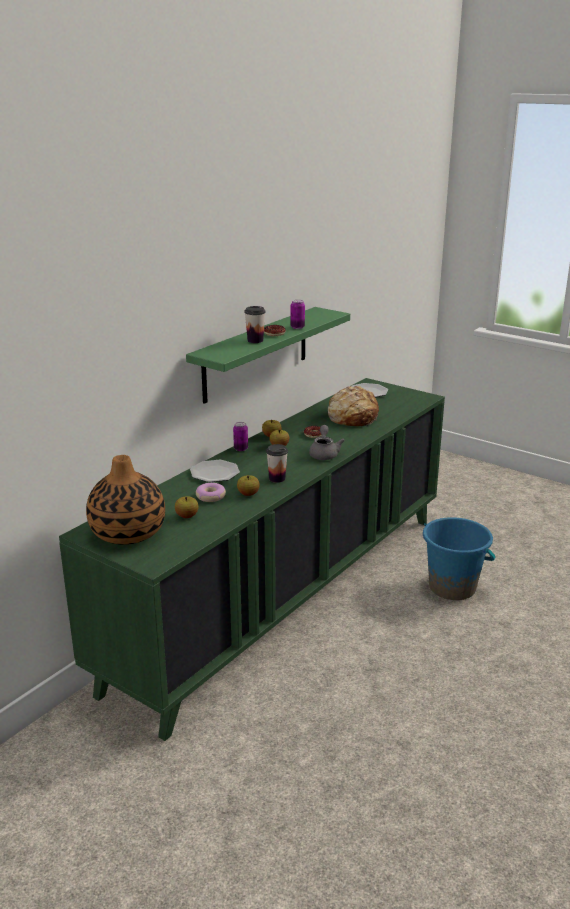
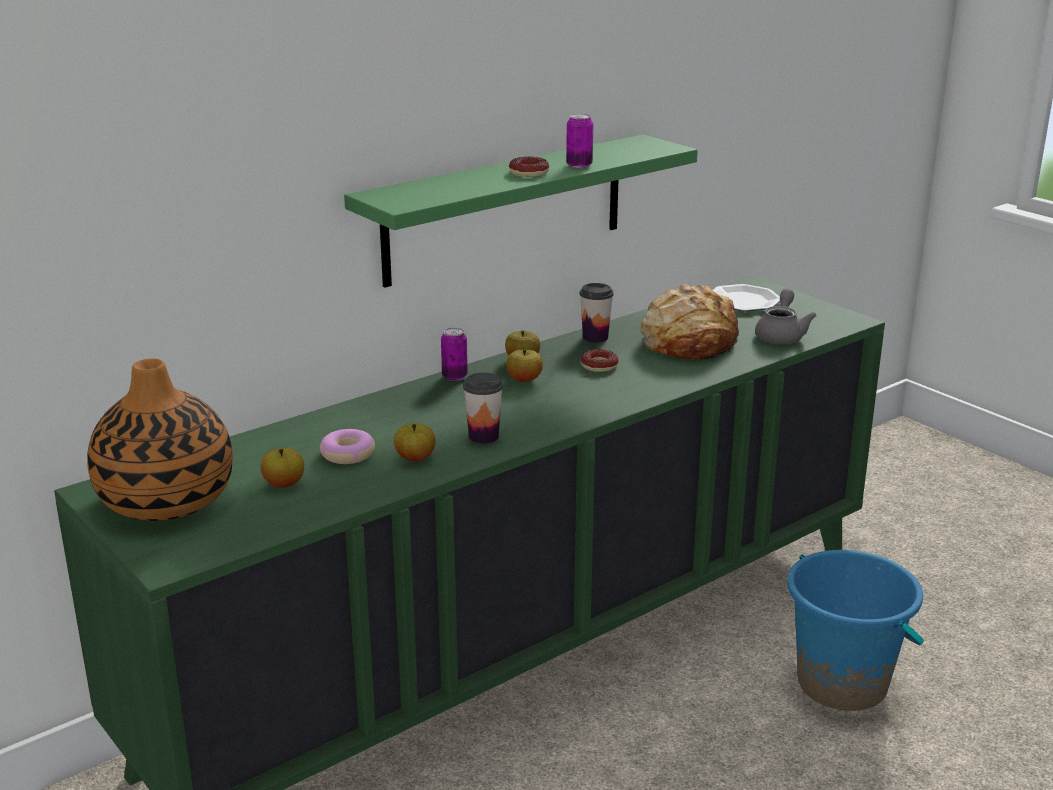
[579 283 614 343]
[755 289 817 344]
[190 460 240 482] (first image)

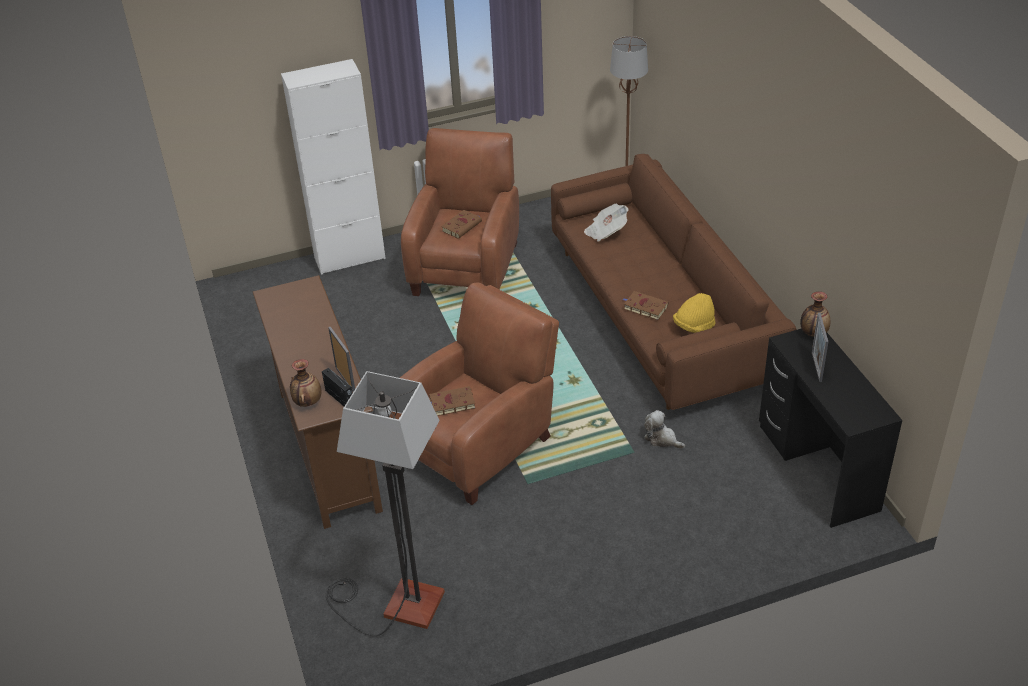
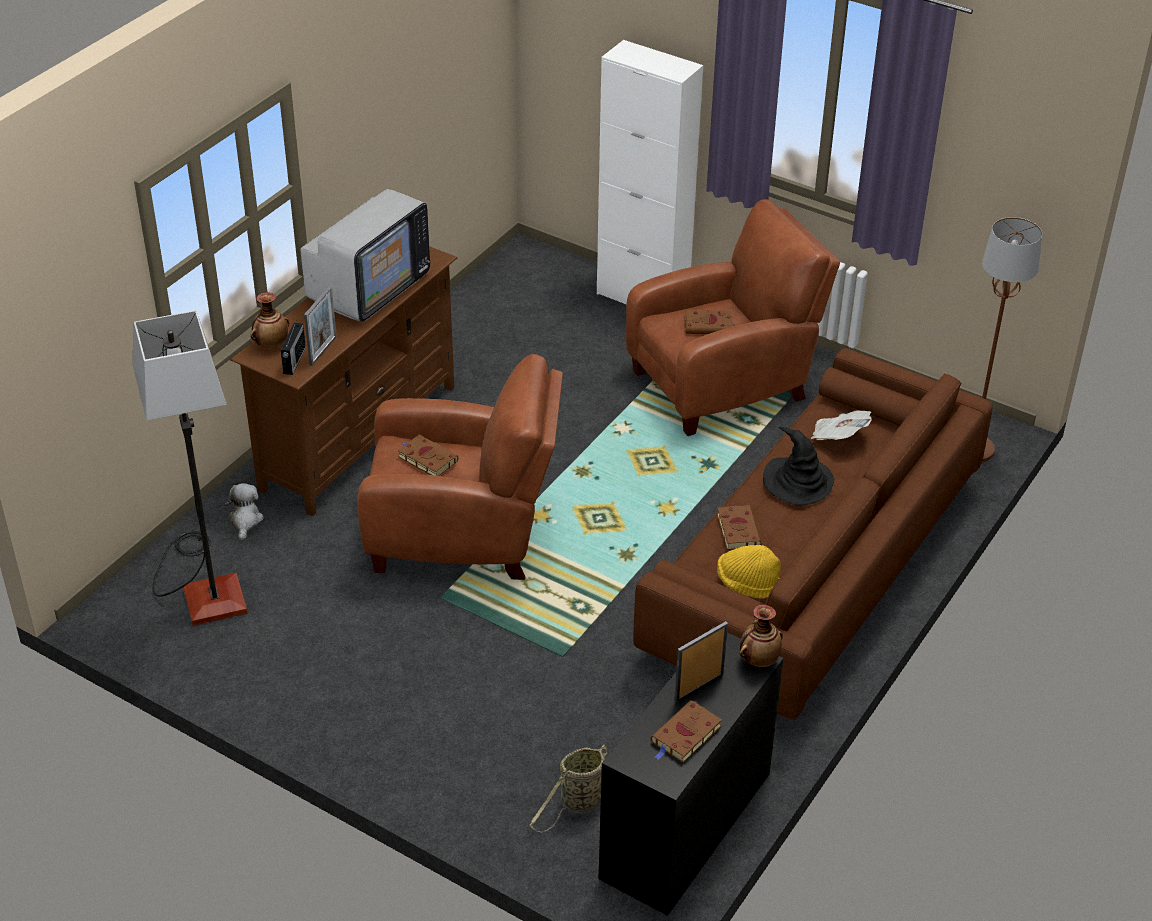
[224 483 264 541]
[301 189 430 322]
[763 427 834 505]
[651 700 722 763]
[529 745 607 832]

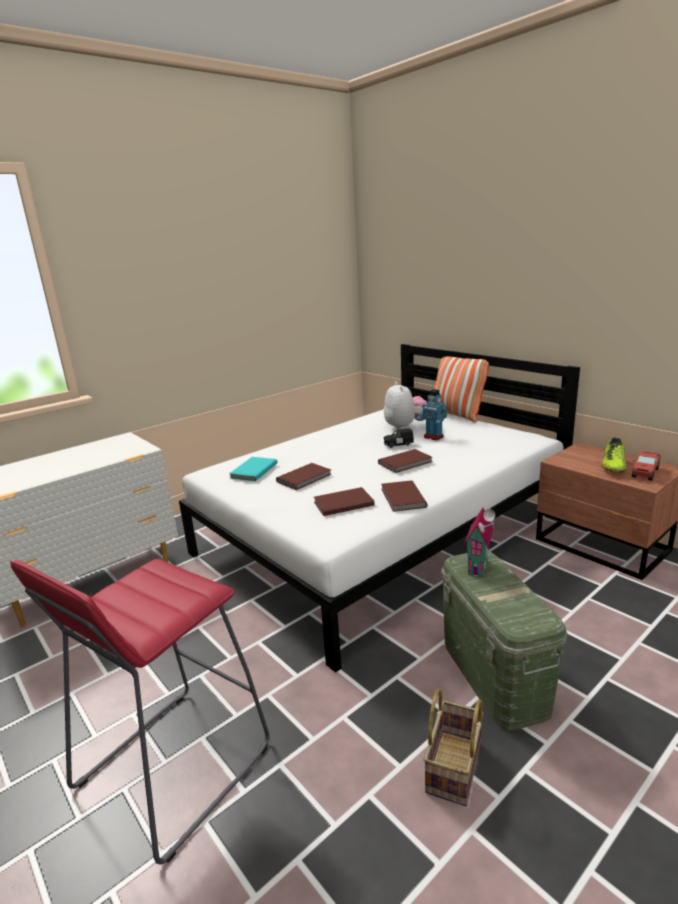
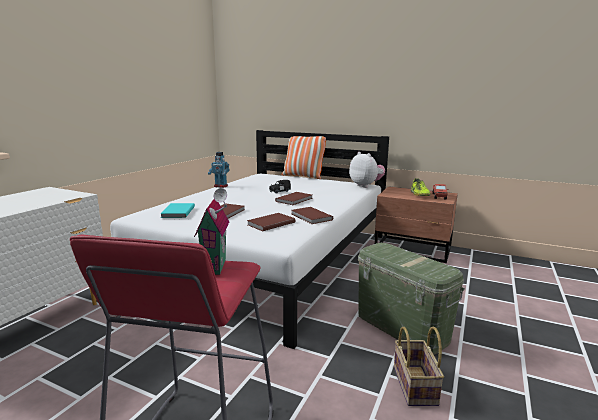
[349 152 385 188]
[208 152 229 188]
[194 188 229 275]

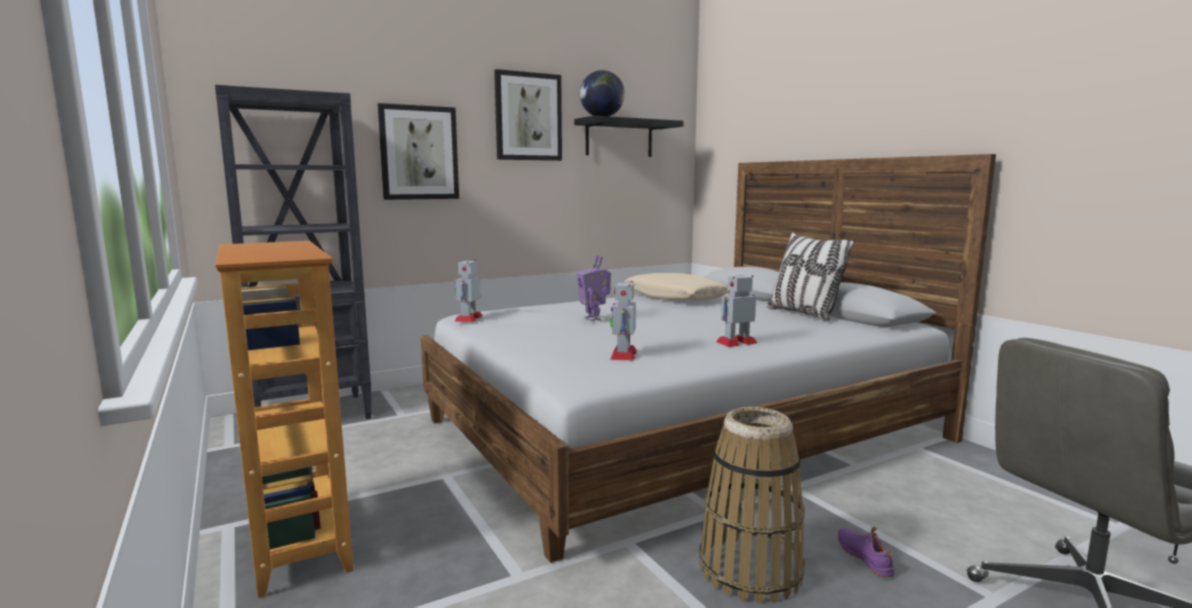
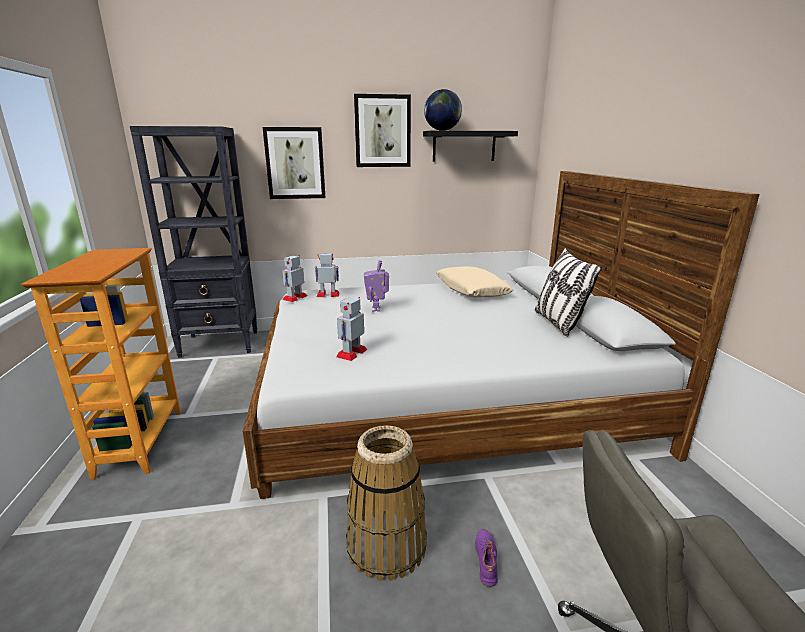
[315 253 339 297]

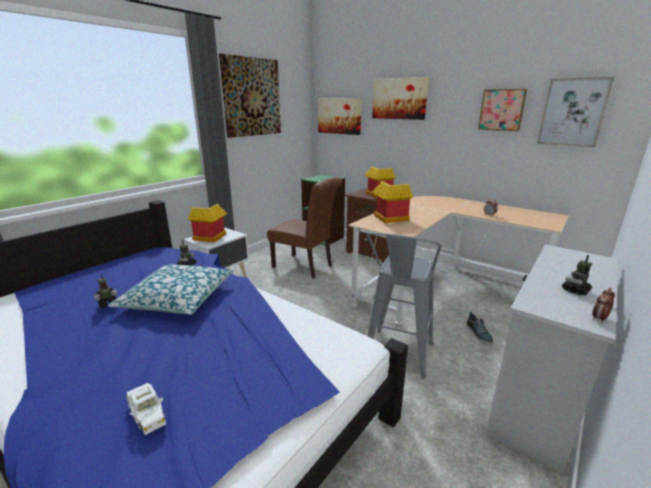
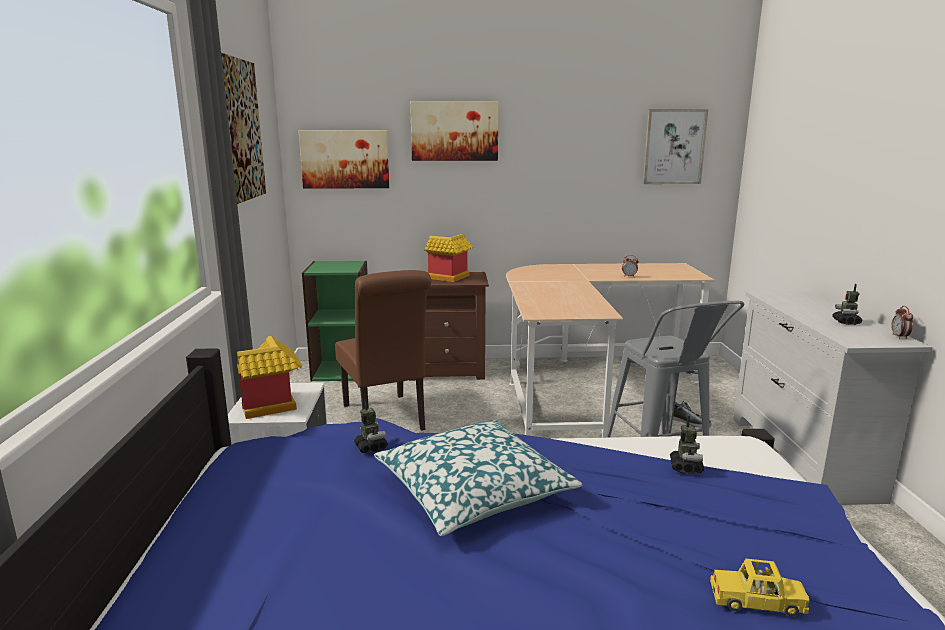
[478 89 527 131] (first image)
[335 270 431 431]
[372 181 413 223] (first image)
[670 416 704 474]
[710 559 810 617]

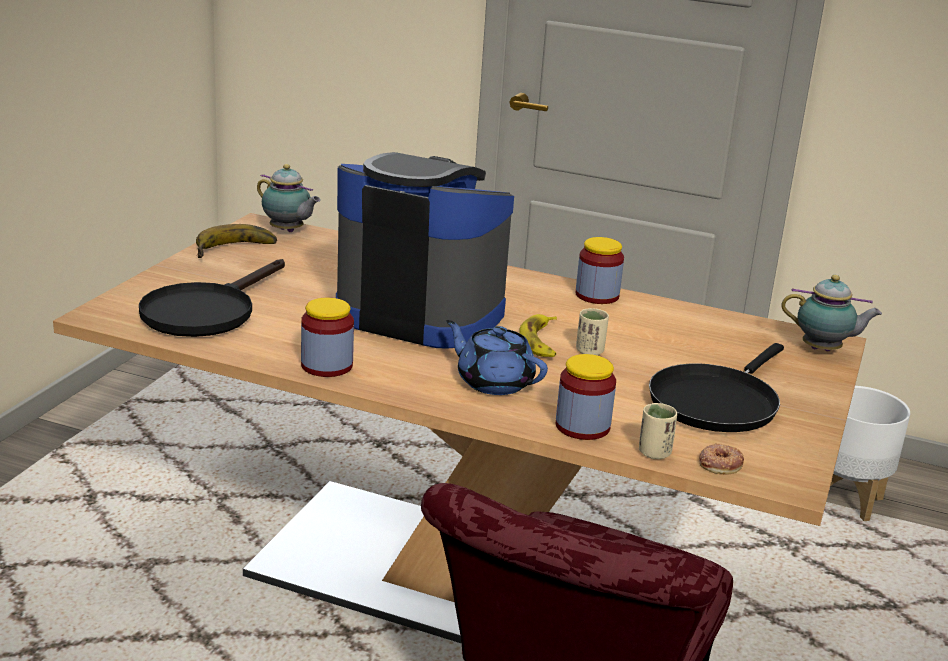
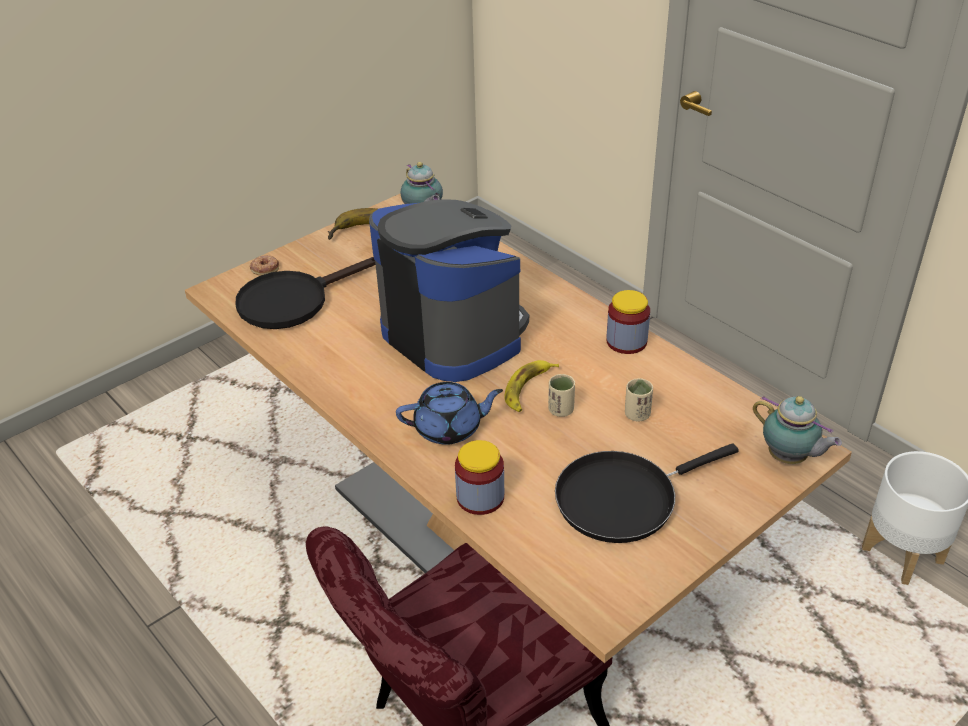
[301 298 354 377] (first image)
[396 382 503 445]
[625 378 653 421]
[249 255 279 276]

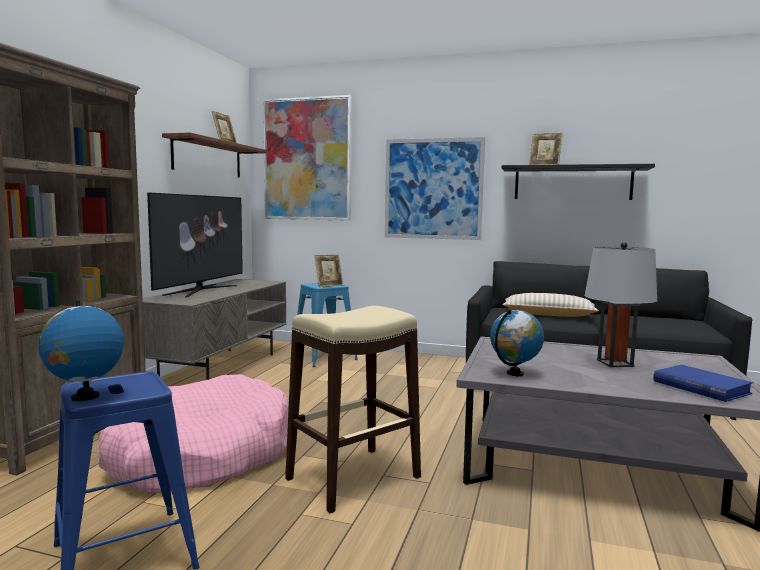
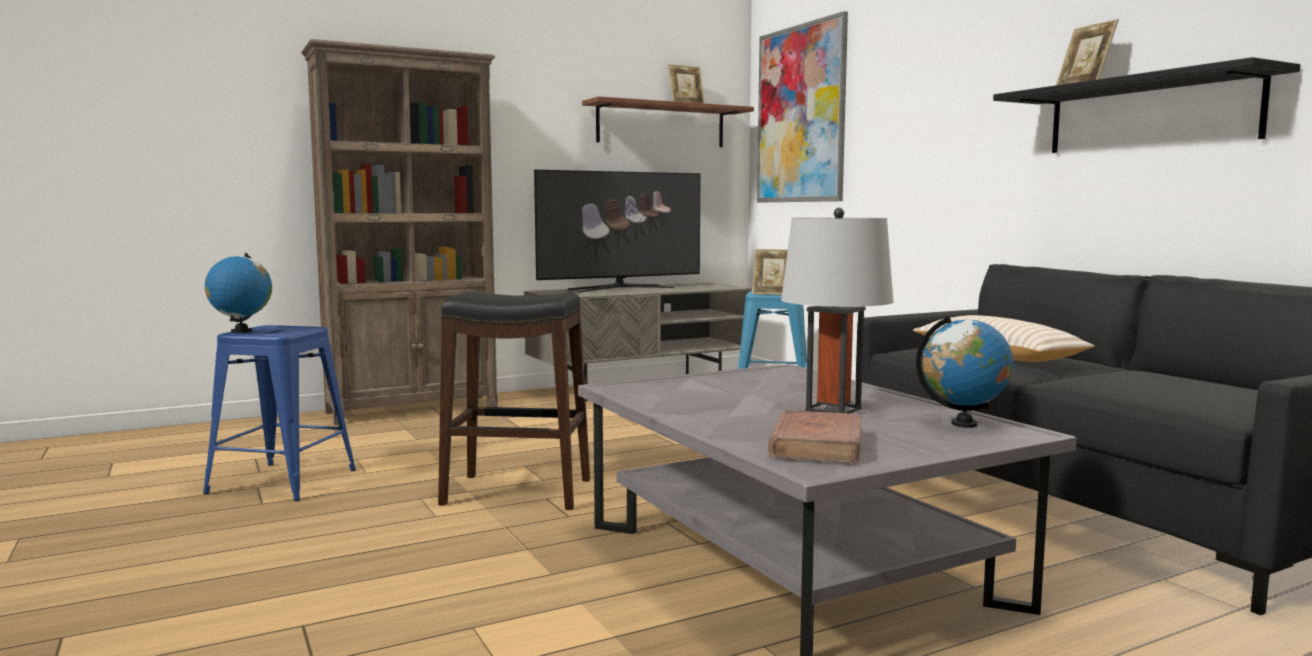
[385 137 485 240] (first image)
[438 292 590 510]
[916 316 1013 428]
[768 410 863 463]
[98 374 289 493] (first image)

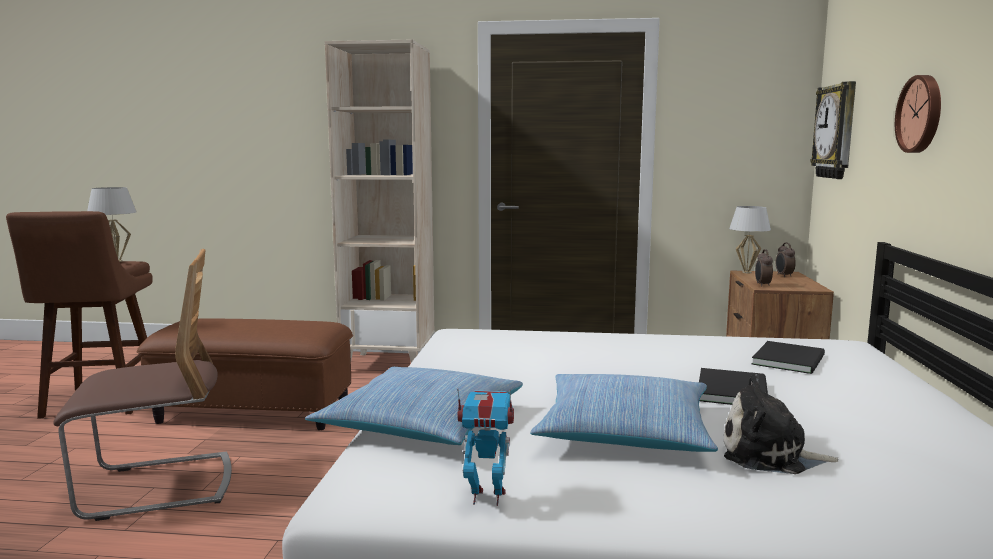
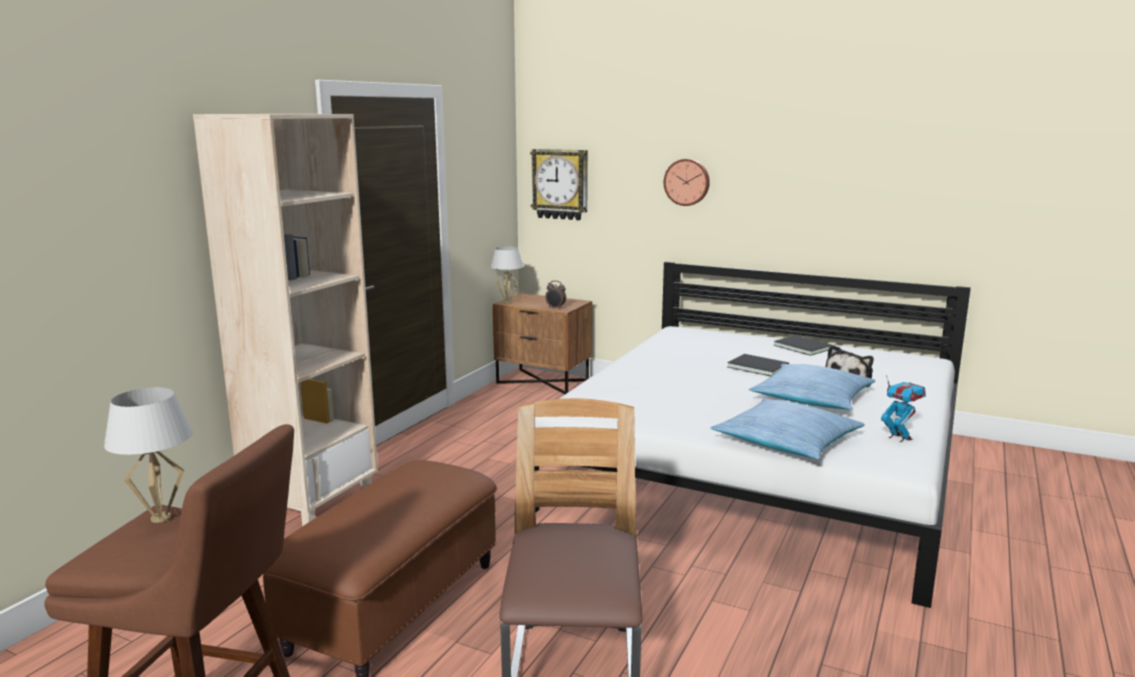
[776 242 796 277] (first image)
[774 335 831 356]
[881 375 926 442]

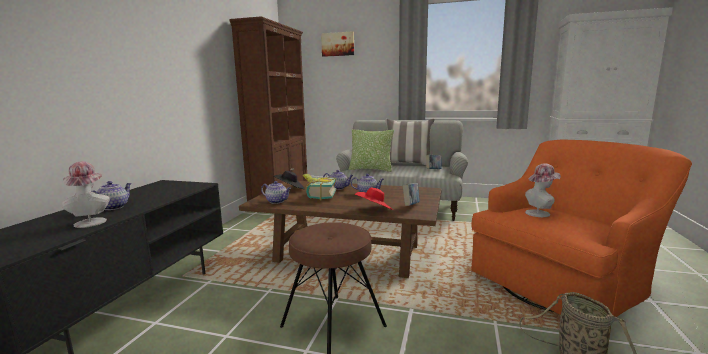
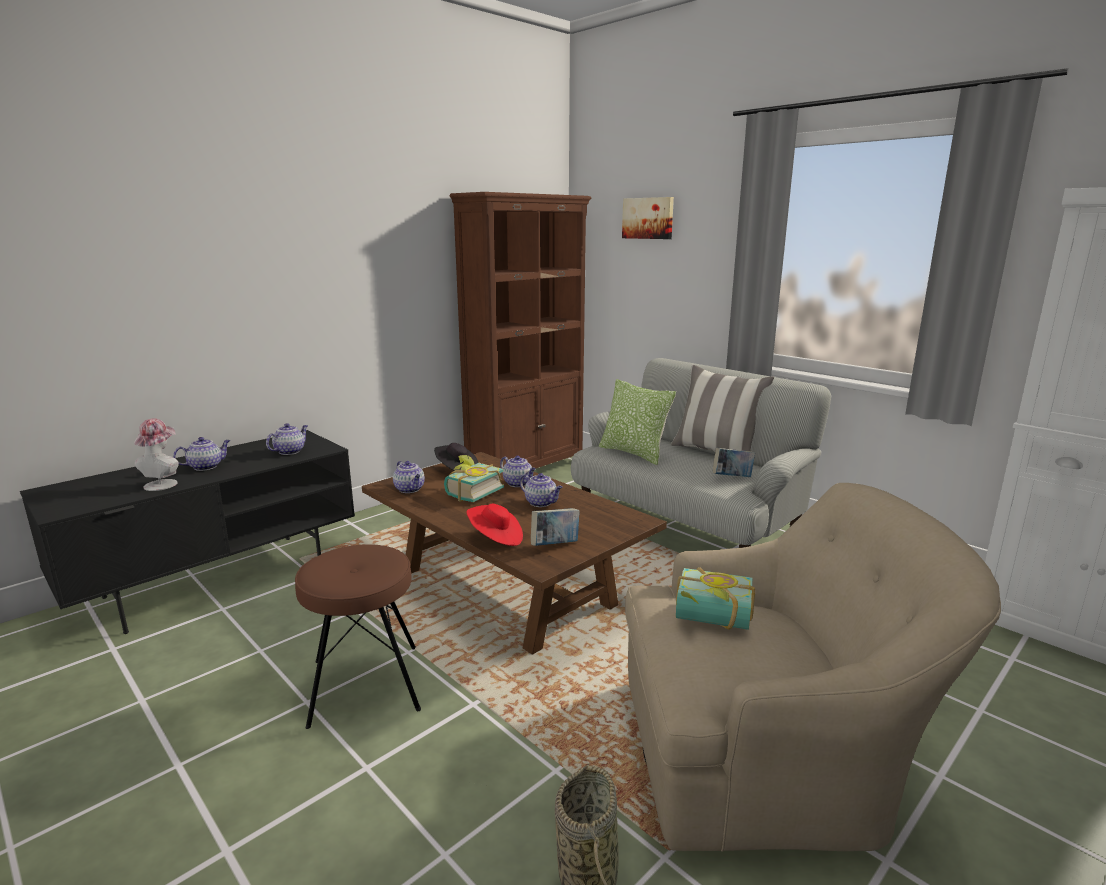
[625 483 1001 852]
[676 567 755 630]
[266 423 308 455]

